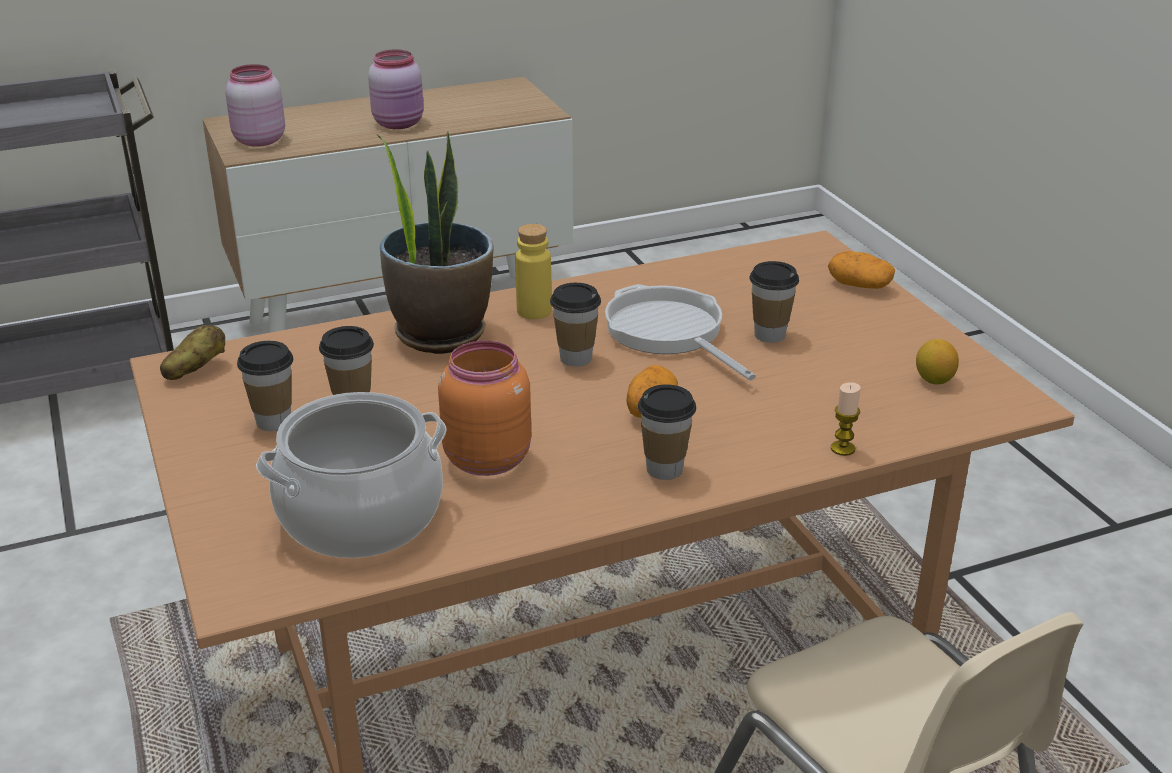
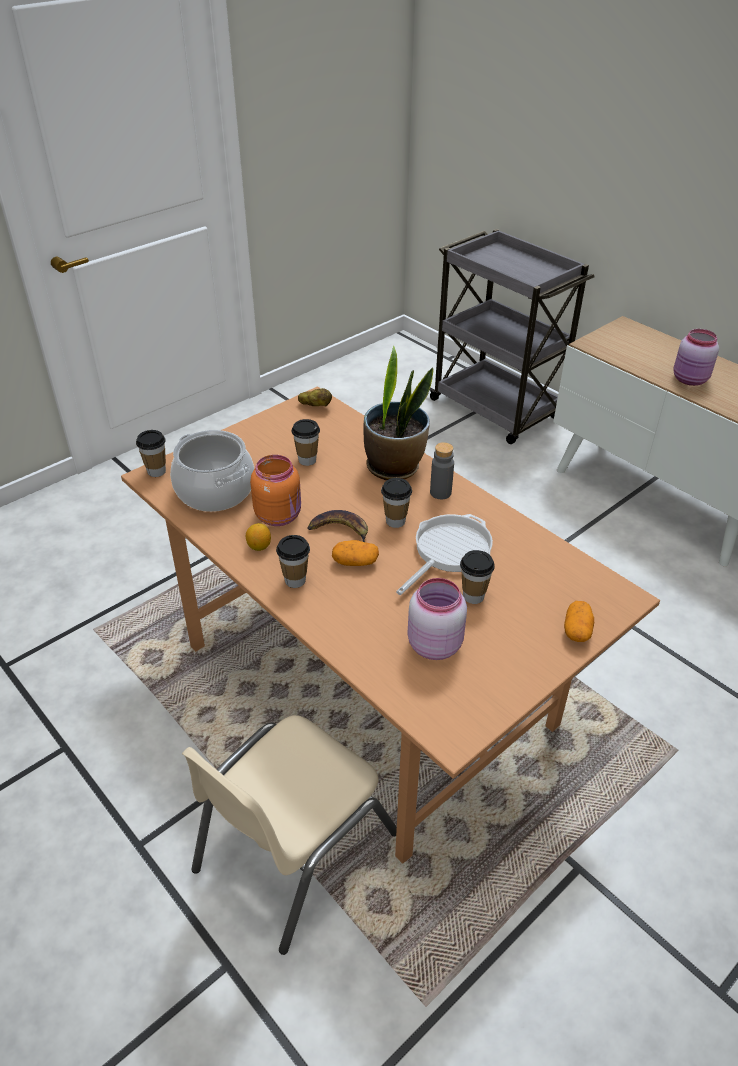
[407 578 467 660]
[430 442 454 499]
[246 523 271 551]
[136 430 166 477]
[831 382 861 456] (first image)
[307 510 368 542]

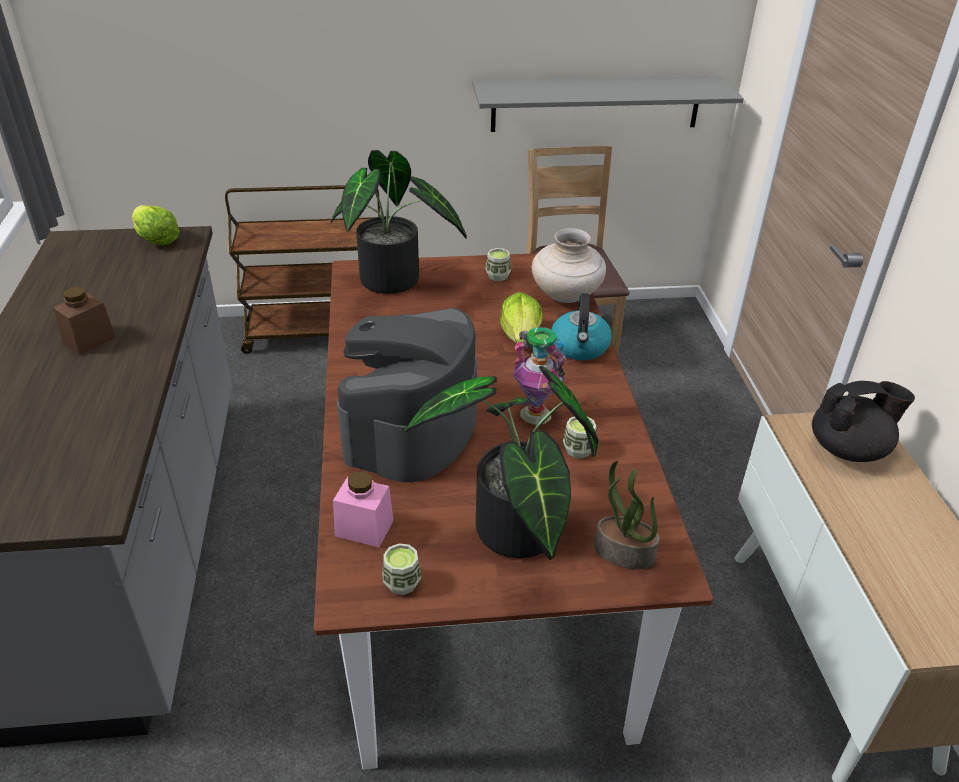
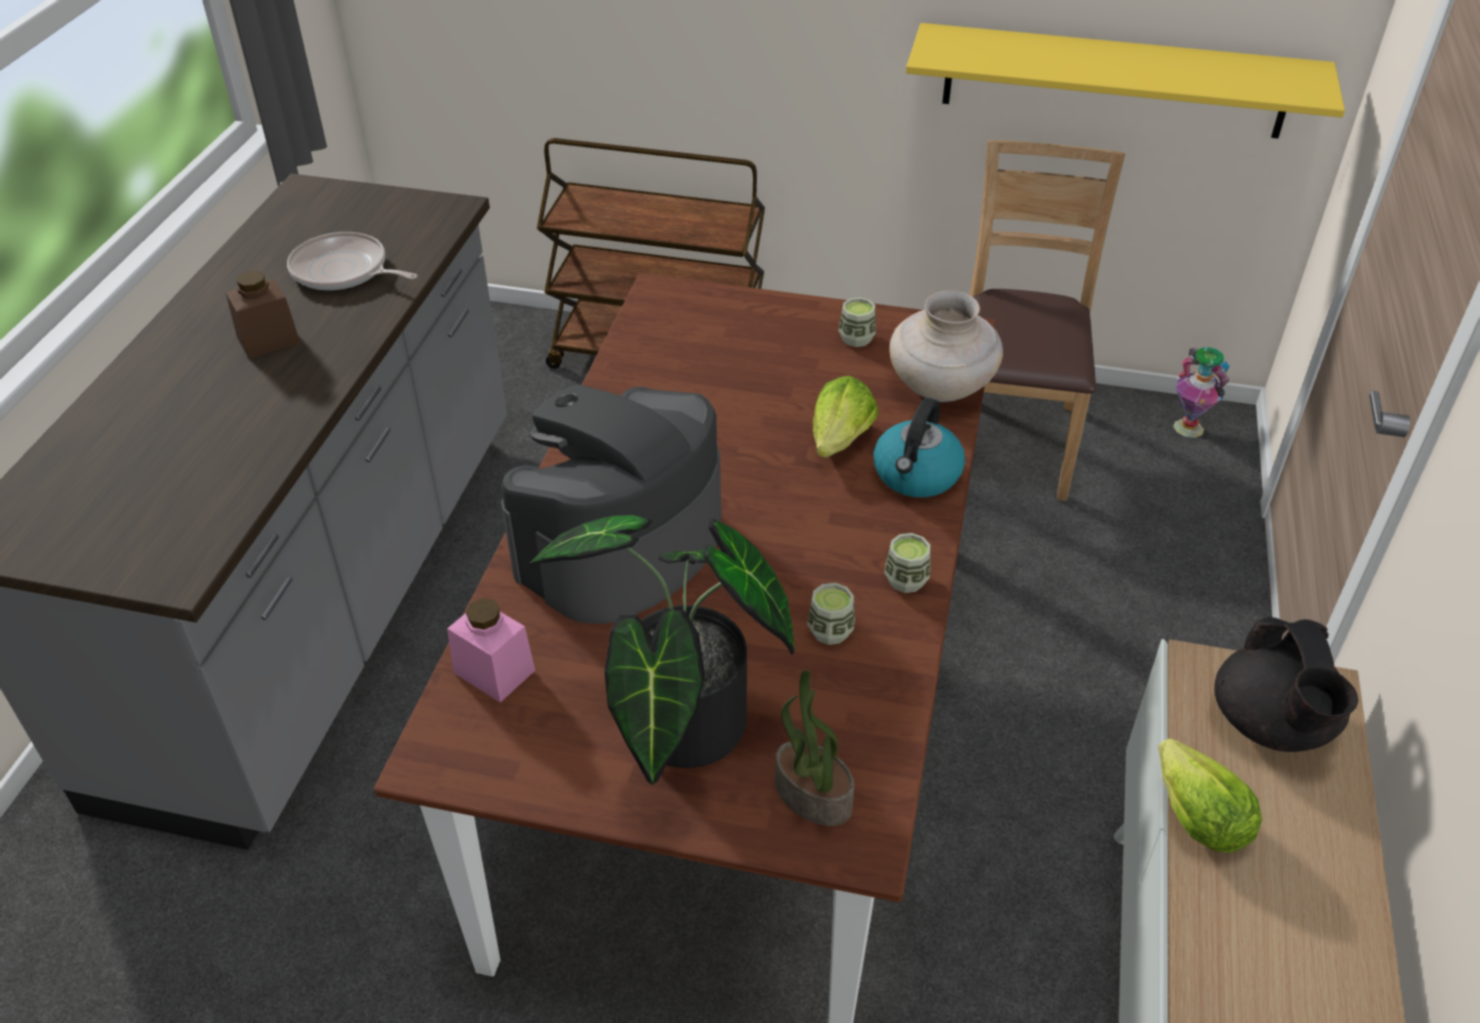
[906 23 1345 139]
[331 150 467 294] (first image)
[1158 738 1262 853]
[1173 347 1230 438]
[1214 617 1358 752]
[885 533 930 593]
[287 232 418 290]

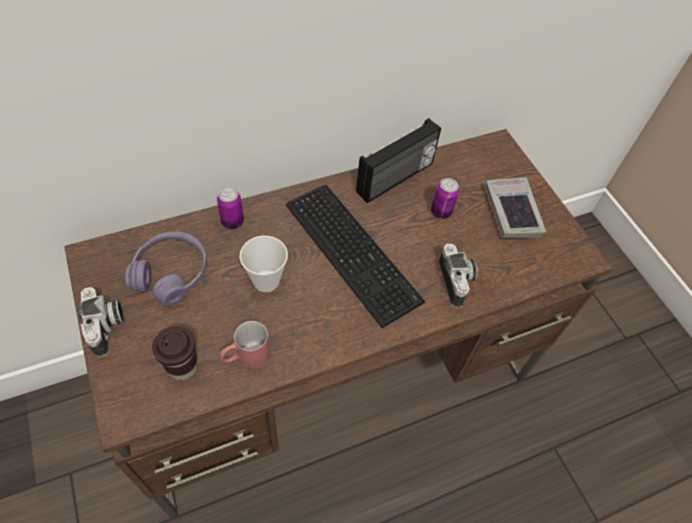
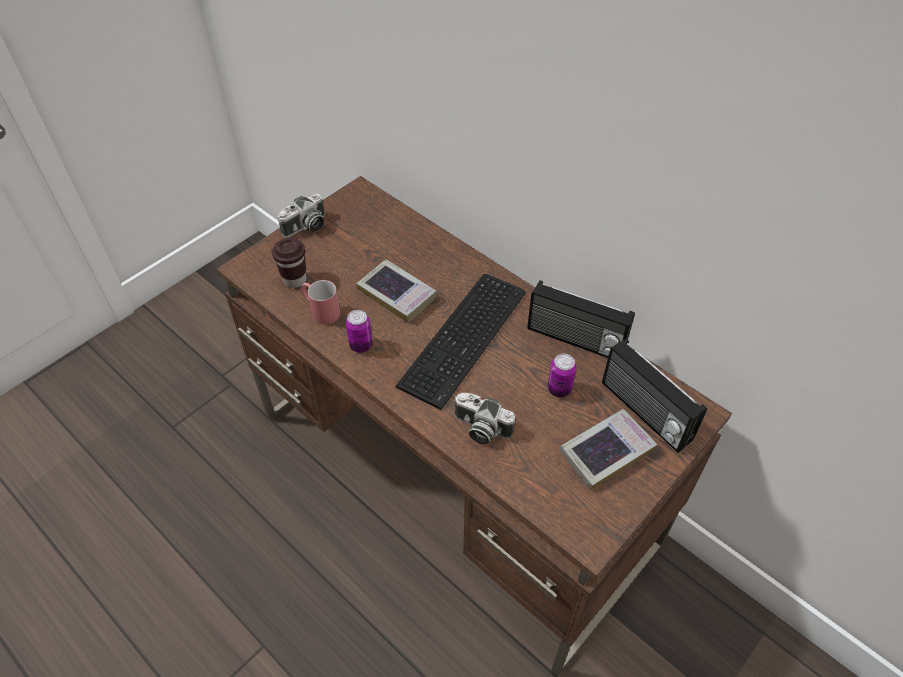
[346 310 373 353]
[125 231 207 306] (first image)
[356 259 437 323]
[455 393 515 444]
[602 339 707 453]

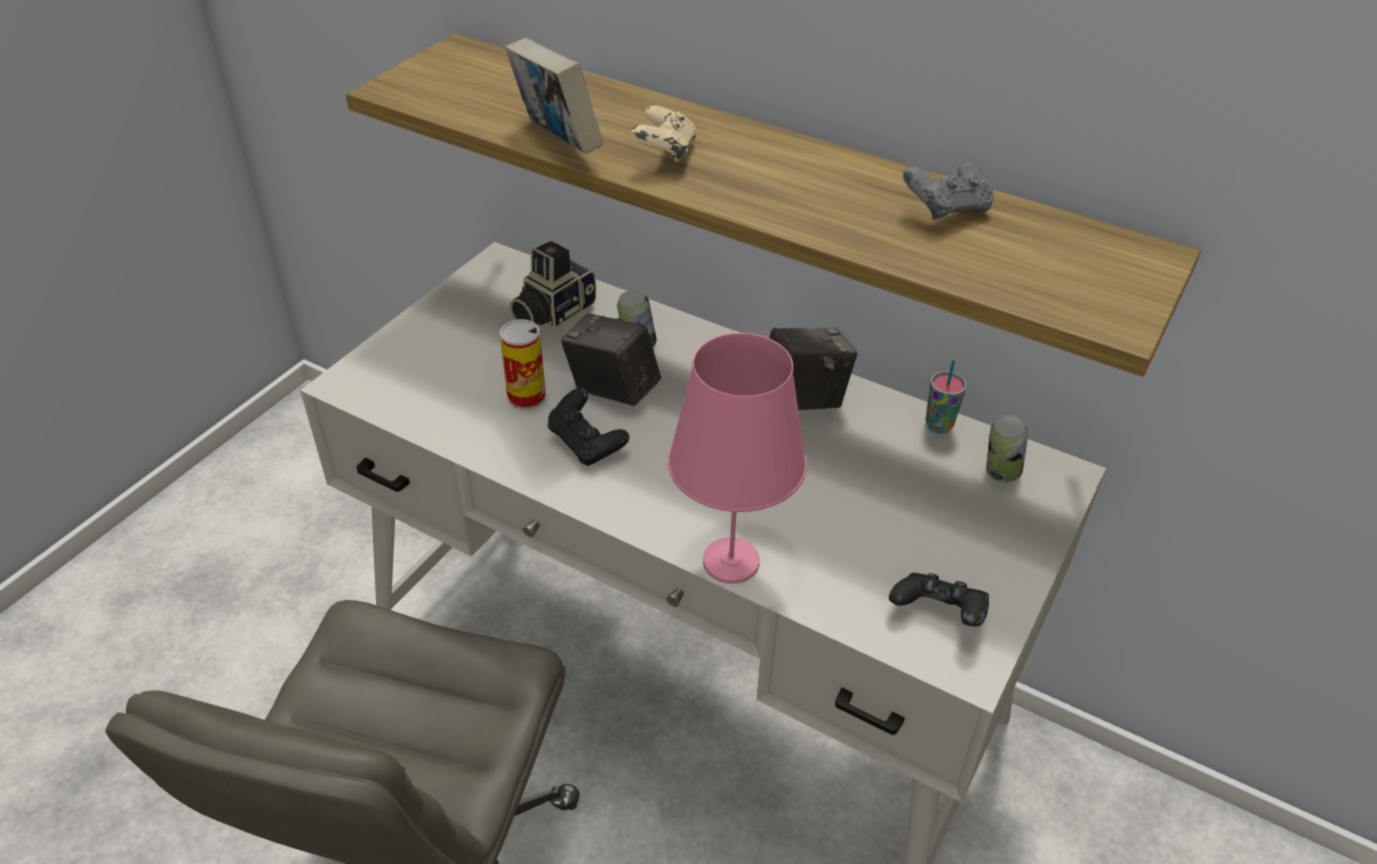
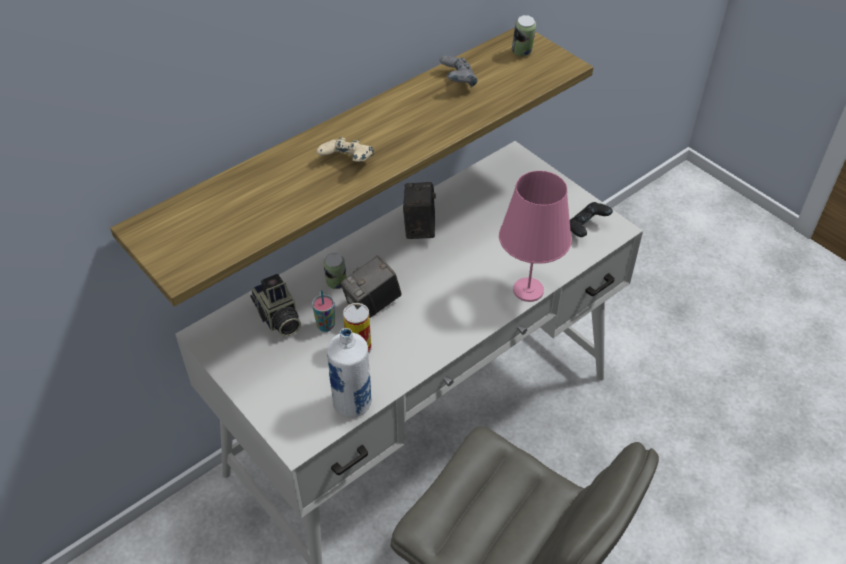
[505 38 603 154] (first image)
[312 290 335 332]
[547 388 629 466] (first image)
[512 15 536 56]
[327 328 372 418]

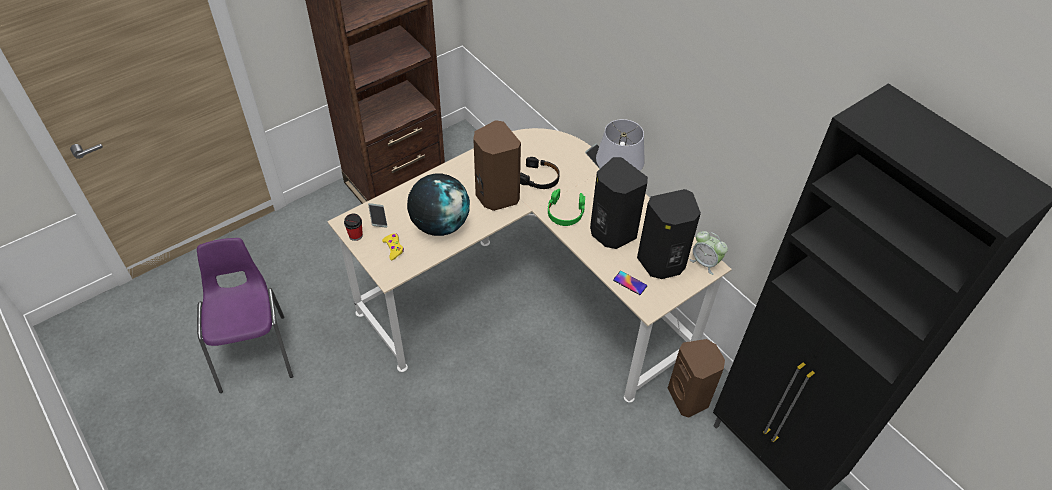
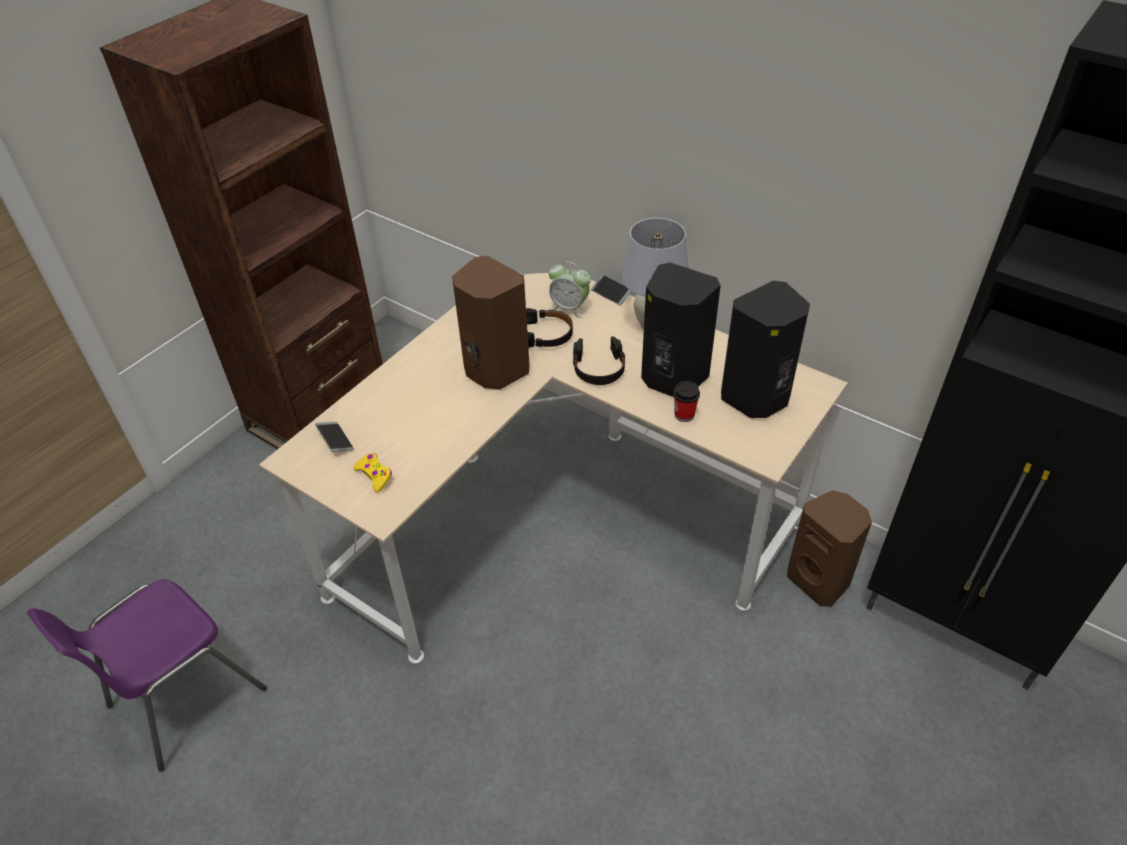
[407 174 470 236] (first image)
[573 336 625 385]
[673 381 700 422]
[549 262 591 318]
[27 579 267 771]
[613 271 647 295] (first image)

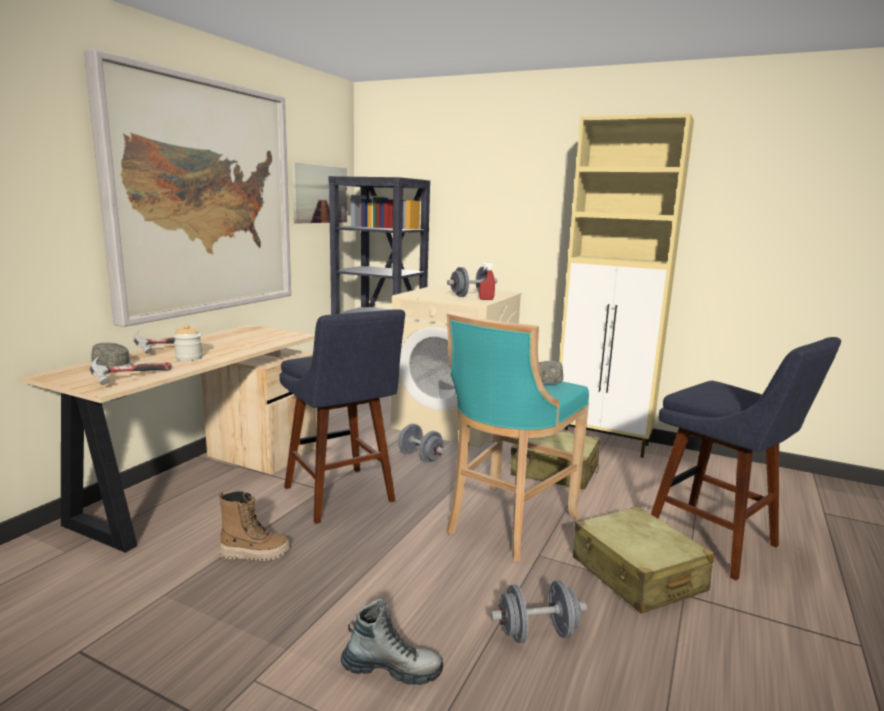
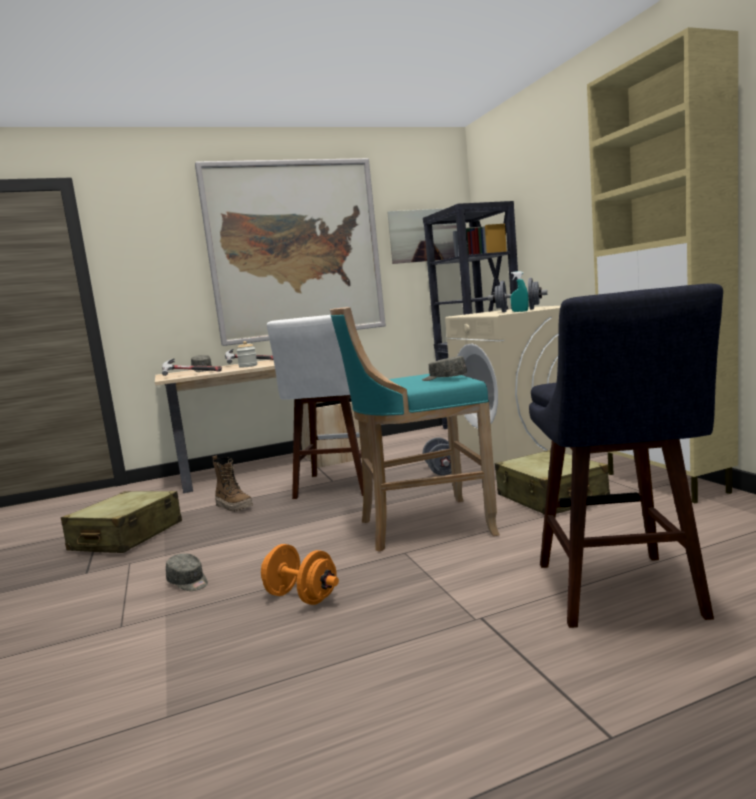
[511 271 529 312]
[267 315 363 499]
[61 491 182 553]
[261 544 339 605]
[166 553 208 591]

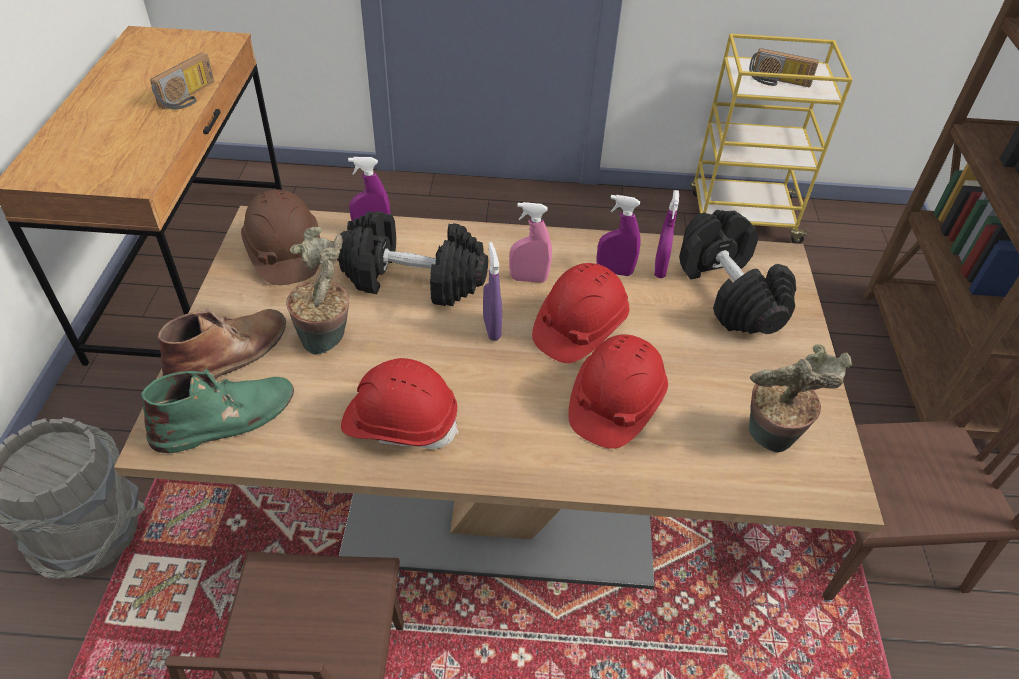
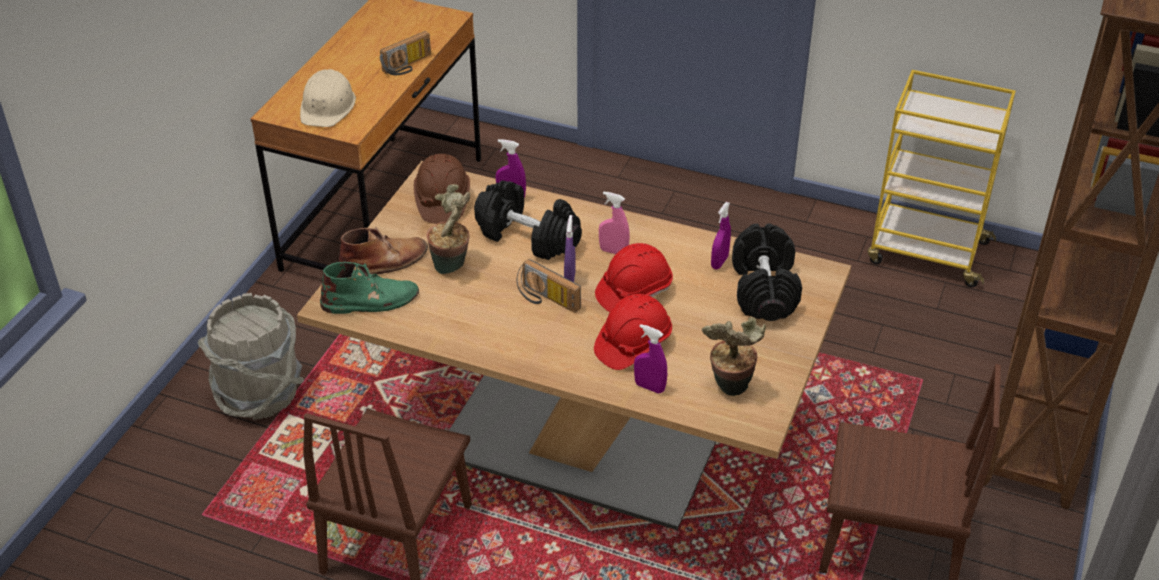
[517 259 581 313]
[634 324 667 394]
[341 358 459 449] (first image)
[300 69 356 127]

